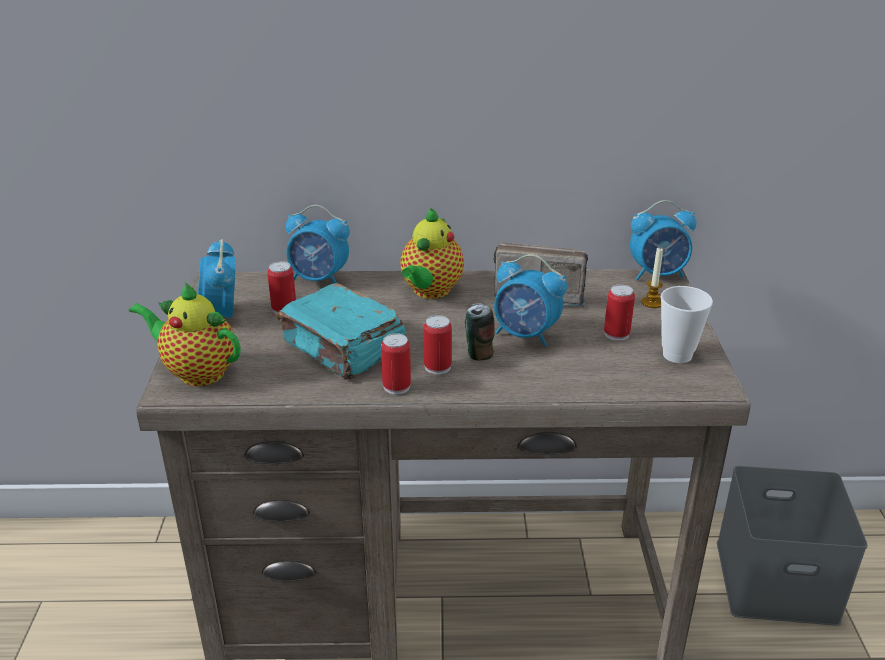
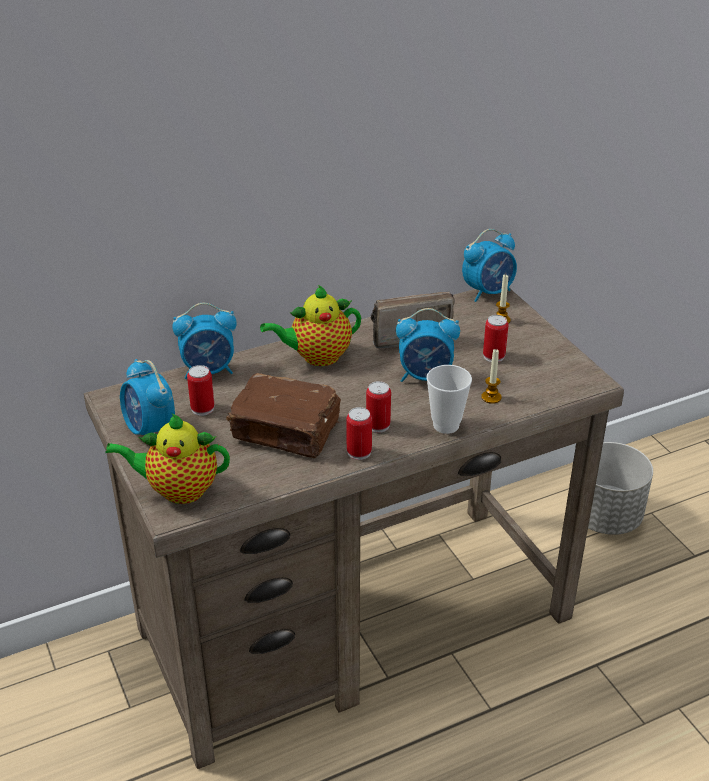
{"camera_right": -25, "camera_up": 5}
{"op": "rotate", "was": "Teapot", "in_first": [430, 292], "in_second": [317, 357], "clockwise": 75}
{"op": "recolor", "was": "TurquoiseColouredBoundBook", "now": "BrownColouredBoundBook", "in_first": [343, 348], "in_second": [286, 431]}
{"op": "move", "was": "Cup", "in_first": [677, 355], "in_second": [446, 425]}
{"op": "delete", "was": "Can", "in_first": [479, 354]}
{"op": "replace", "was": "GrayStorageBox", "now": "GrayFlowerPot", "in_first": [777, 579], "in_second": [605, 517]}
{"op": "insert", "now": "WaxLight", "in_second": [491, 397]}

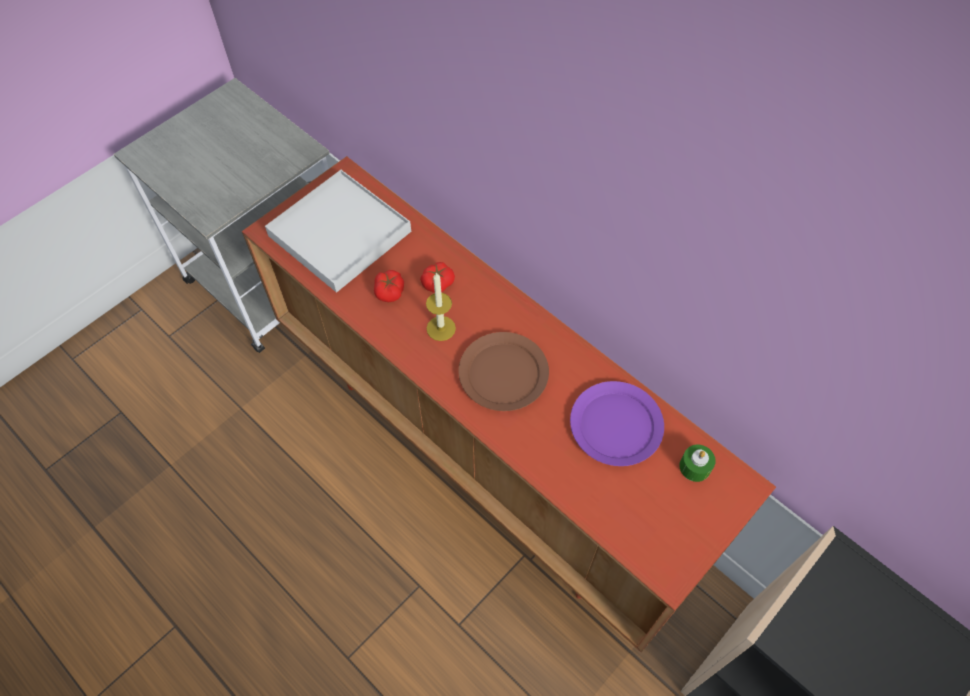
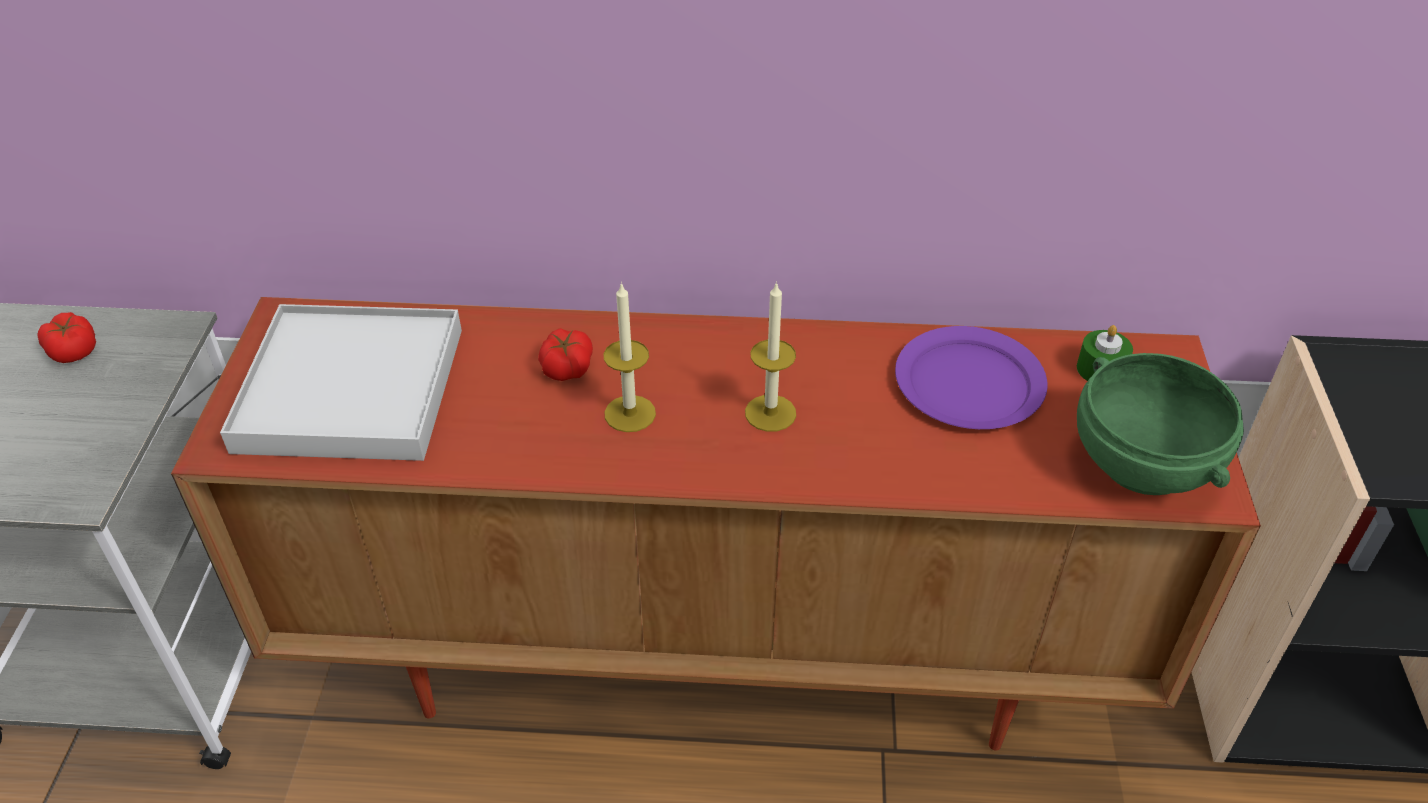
{"camera_right": -40, "camera_up": -15}
{"op": "move", "was": "Tomato", "in_first": [390, 291], "in_second": [73, 349]}
{"op": "replace", "was": "BrownColouredPlate", "now": "WaxLight", "in_first": [503, 373], "in_second": [770, 413]}
{"op": "insert", "now": "GreenDeepDish", "in_second": [1145, 463]}

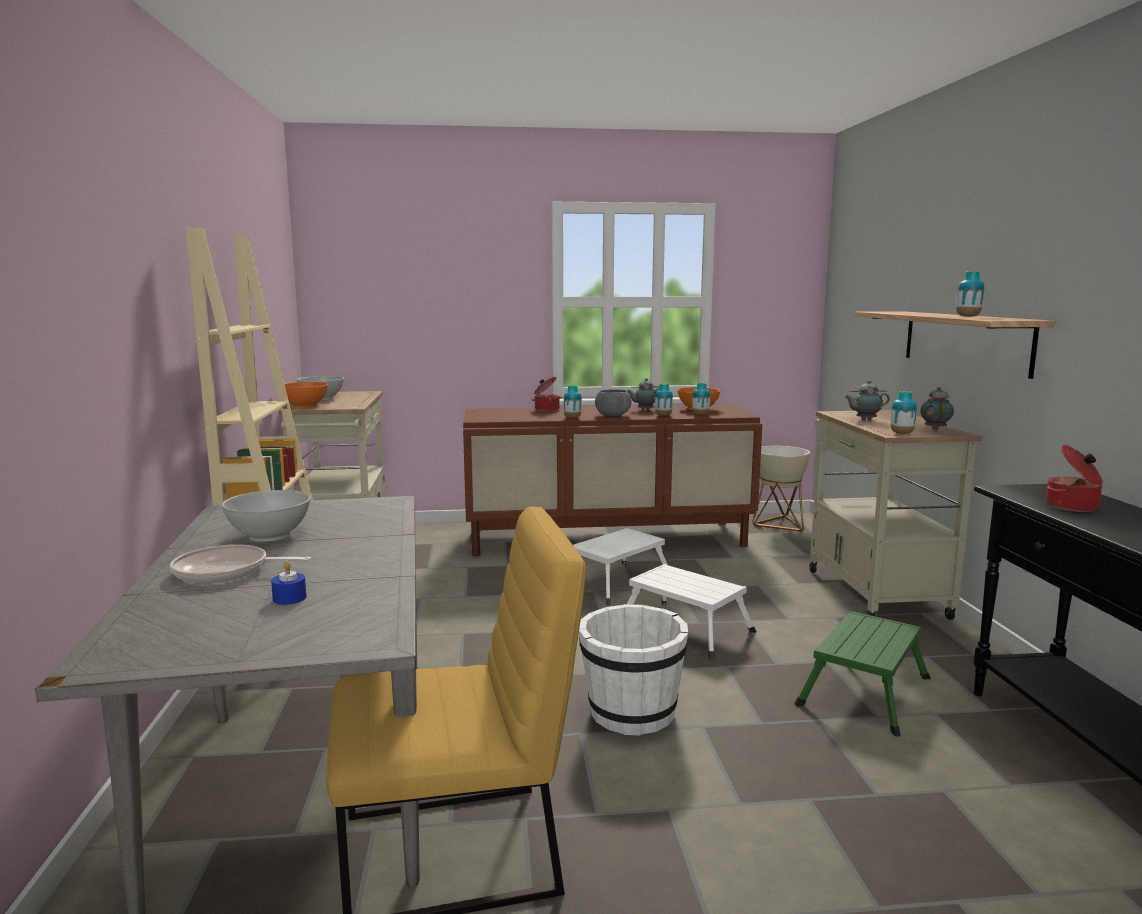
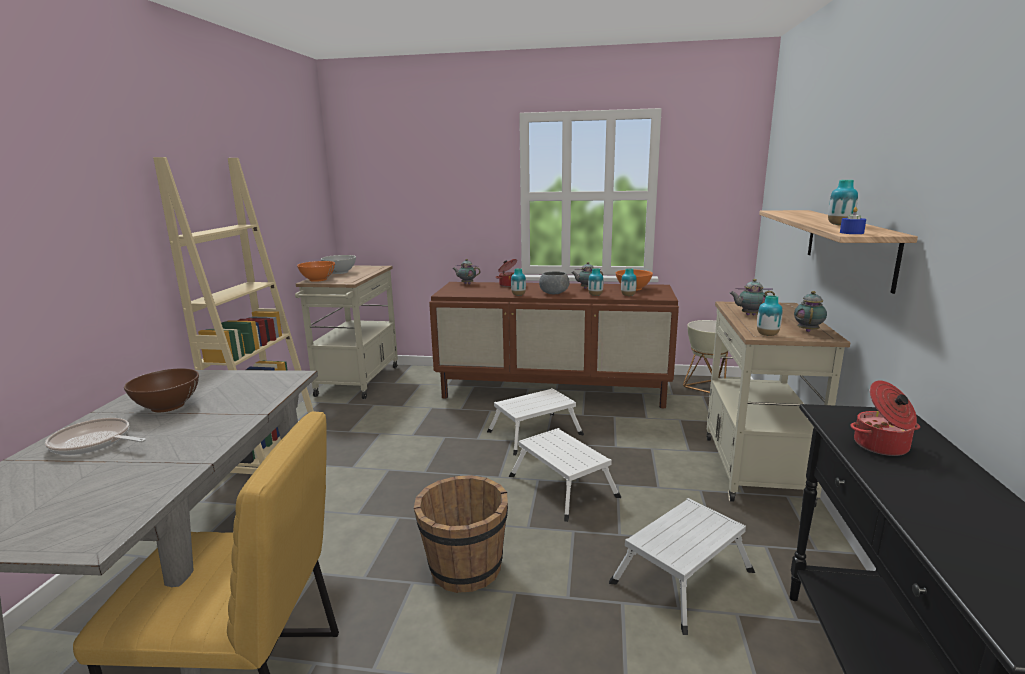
{"camera_right": 15, "camera_up": 5}
{"op": "recolor", "was": "WhiteDeepDish", "now": "BrownColouredDeepDish", "in_first": [269, 536], "in_second": [167, 406]}
{"op": "move", "was": "BlueColouredWaxLight", "in_first": [289, 598], "in_second": [851, 233]}
{"op": "recolor", "was": "WhiteBucket", "now": "BrownColouredBucket", "in_first": [631, 714], "in_second": [464, 569]}
{"op": "recolor", "was": "GreenStepLadder", "now": "WhiteStepLadder", "in_first": [864, 691], "in_second": [682, 577]}
{"op": "insert", "now": "Teapot", "in_second": [466, 283]}

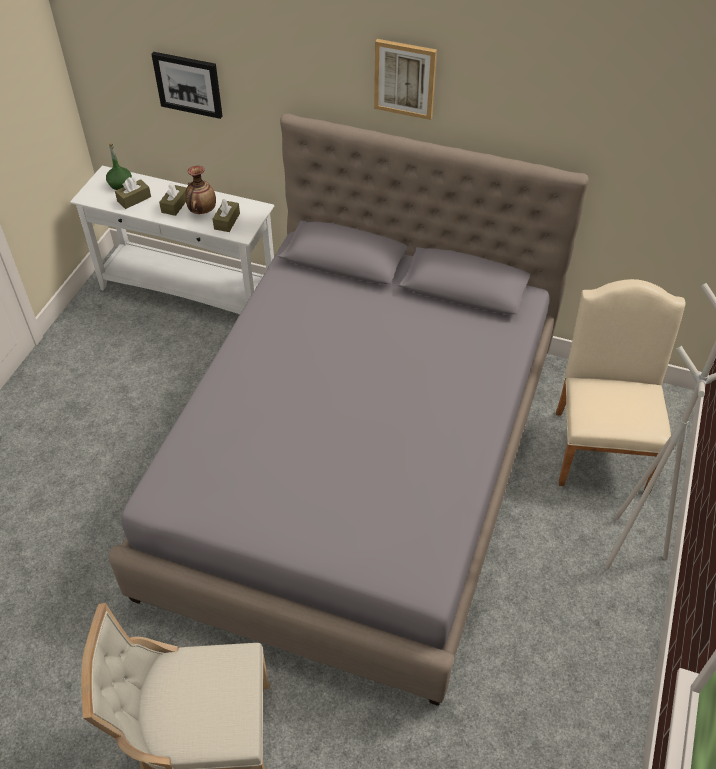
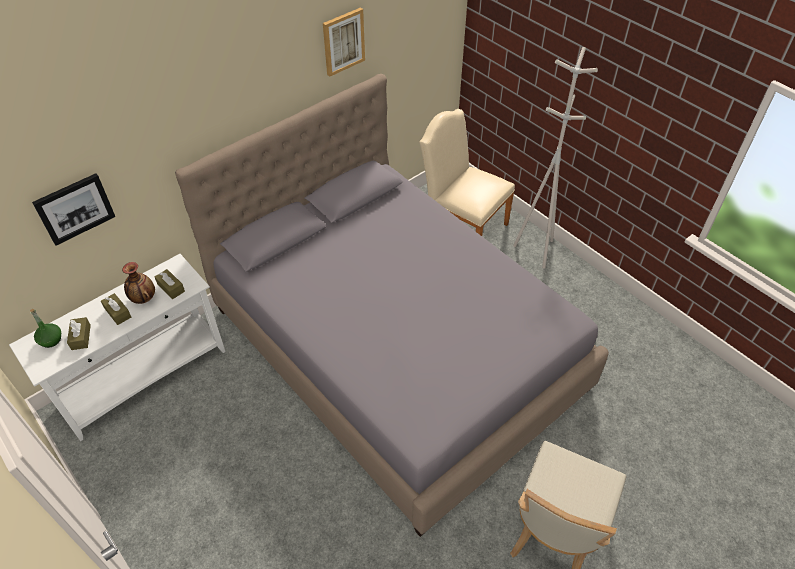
{"camera_right": -60, "camera_up": 0}
{"op": "move", "was": "WallPicture", "in_first": [405, 78], "in_second": [343, 41]}

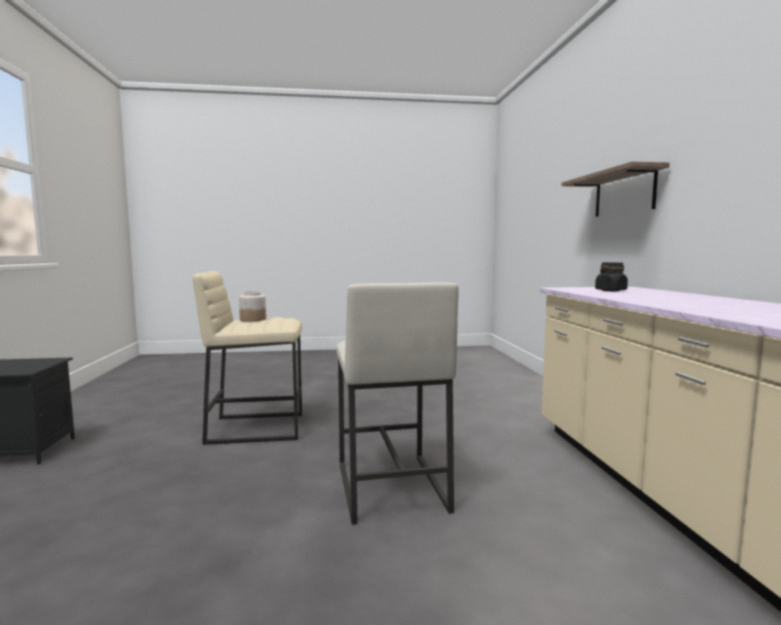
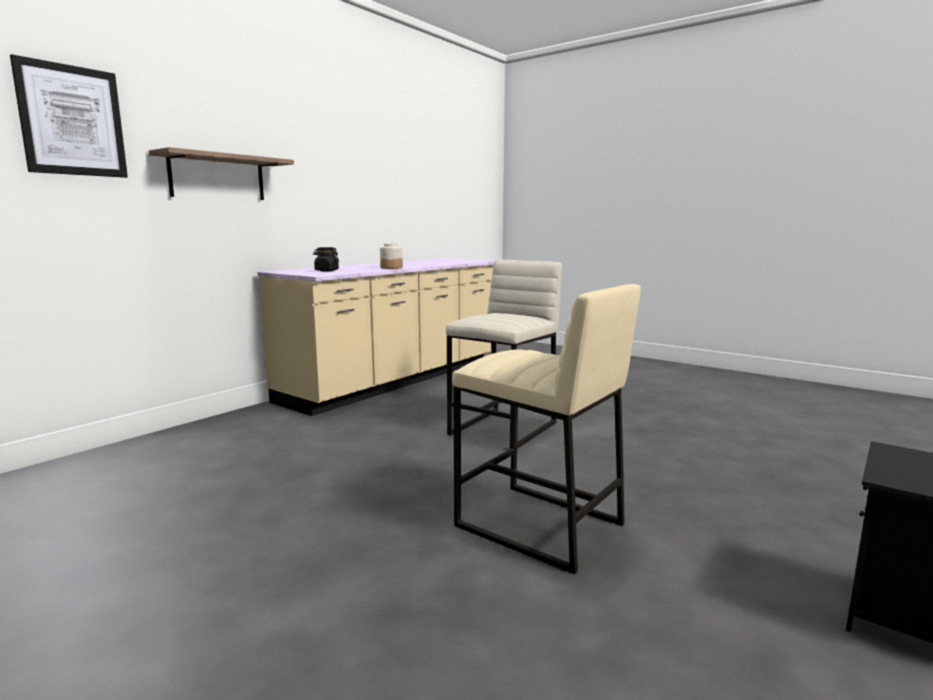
{"camera_right": -135, "camera_up": 5}
{"op": "move", "was": "Jar", "in_first": [252, 319], "in_second": [391, 268]}
{"op": "insert", "now": "WallPicture", "in_second": [72, 121]}

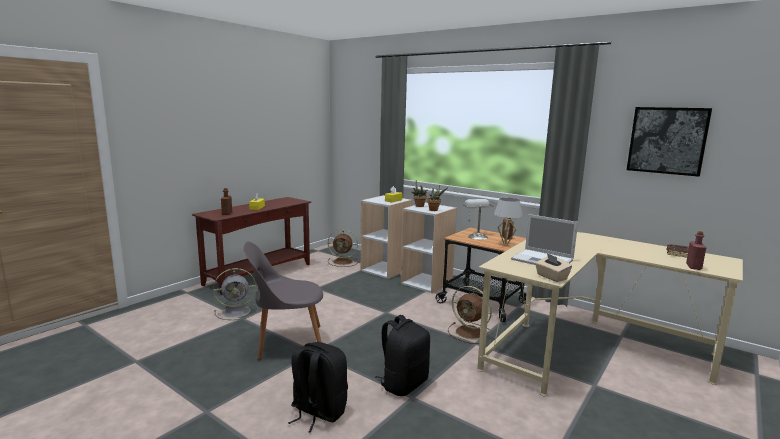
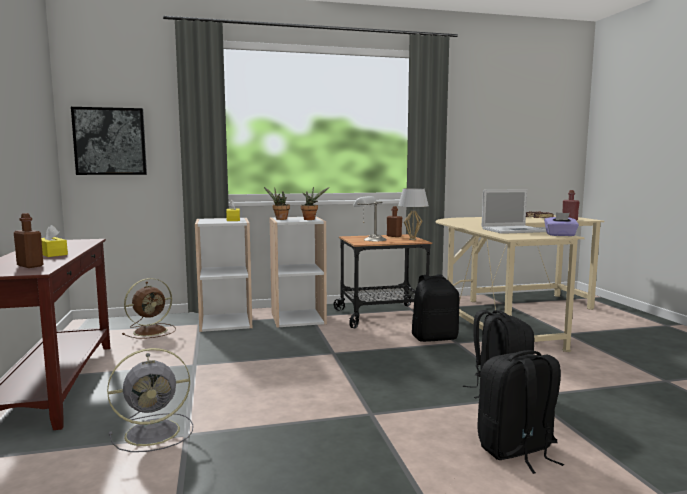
{"camera_right": -50, "camera_up": -5}
{"op": "move", "was": "WallPicture", "in_first": [667, 140], "in_second": [110, 141]}
{"op": "delete", "was": "GrayChair", "in_first": [287, 342]}
{"op": "recolor", "was": "BeigeColouredBoxOfTissues", "now": "PurpleBoxOfTissues", "in_first": [551, 277], "in_second": [560, 235]}
{"op": "rotate", "was": "GrayFan", "in_first": [237, 311], "in_second": [155, 432], "clockwise": 45}
{"op": "replace", "was": "BrownColouredFan", "now": "BlackColouredRucksack", "in_first": [470, 333], "in_second": [434, 338]}

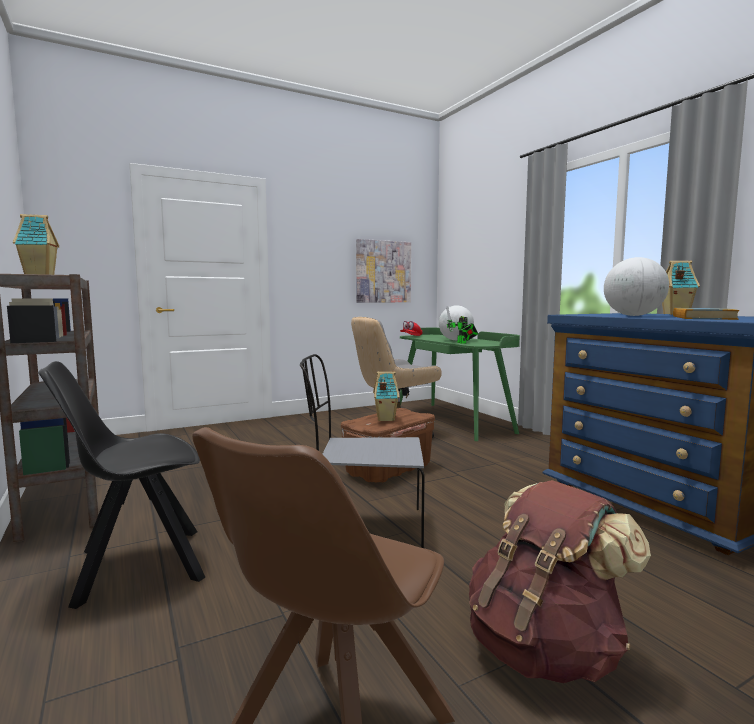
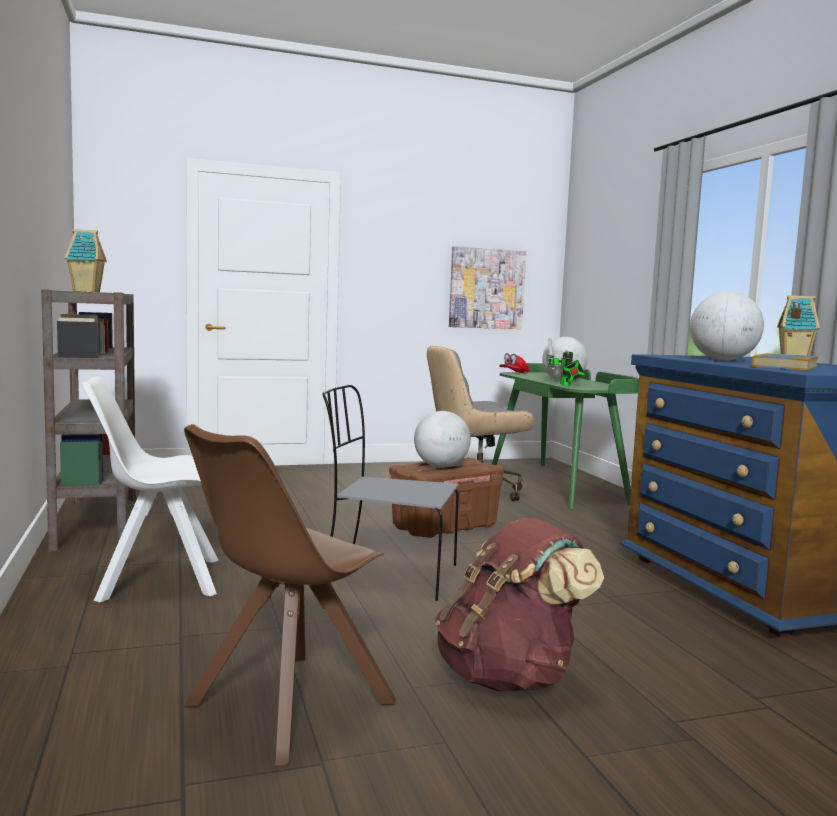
{"camera_right": 10, "camera_up": 0}
{"op": "recolor", "was": "BlackColouredChair", "now": "WhiteChair", "in_first": [136, 566], "in_second": [156, 580]}
{"op": "replace", "was": "ModelHouse", "now": "DeskGlobe", "in_first": [385, 419], "in_second": [441, 466]}

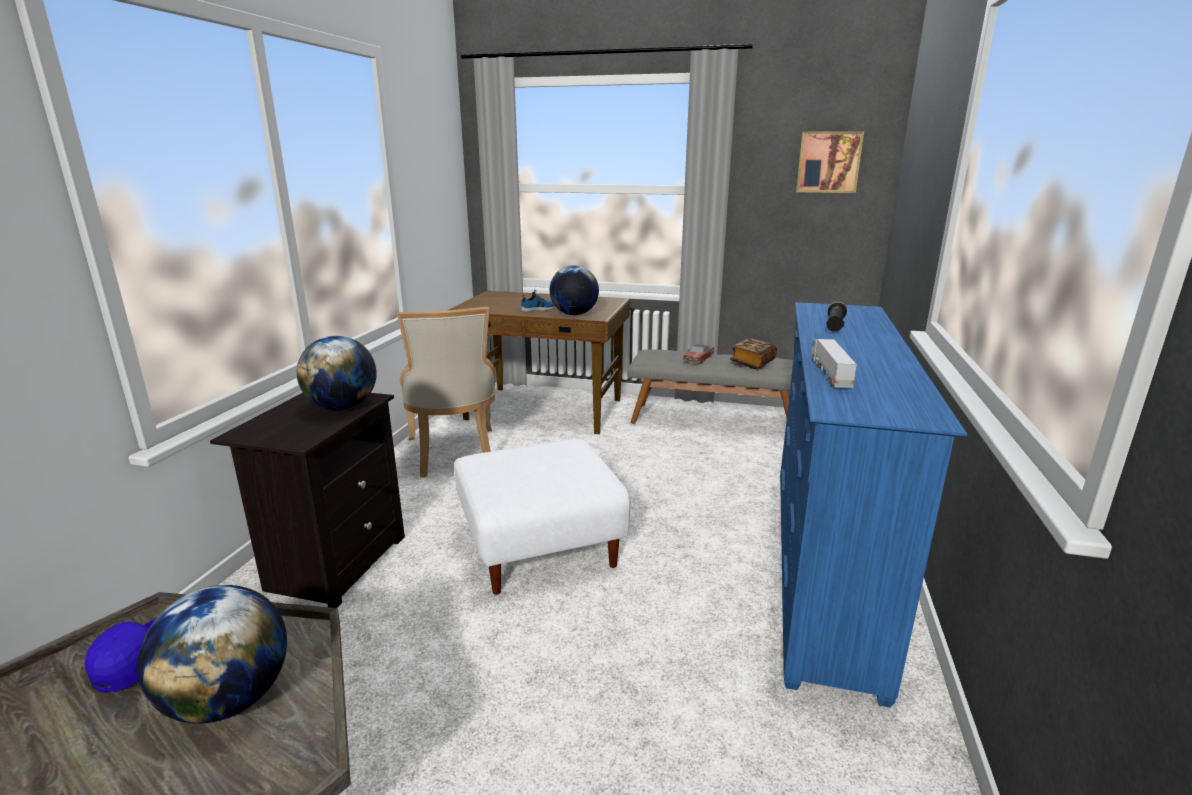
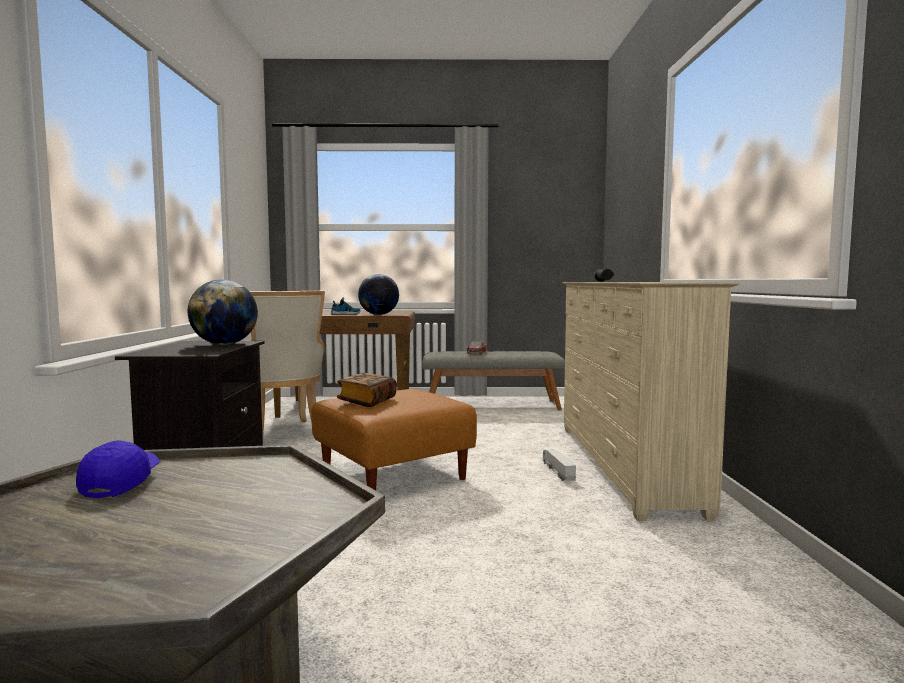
{"camera_right": -15, "camera_up": -15}
{"op": "delete", "was": "WallPicture", "in_first": [828, 162]}
{"op": "recolor", "was": "BlueColouredDresser", "now": "BeigeColouredDresser", "in_first": [823, 568], "in_second": [624, 465]}
{"op": "move", "was": "BoundBook", "in_first": [752, 363], "in_second": [367, 401]}
{"op": "move", "was": "ToyTruck", "in_first": [829, 373], "in_second": [558, 472]}
{"op": "recolor", "was": "WhiteOttoman", "now": "BrownColouredOttoman", "in_first": [541, 546], "in_second": [393, 475]}
{"op": "delete", "was": "DeskGlobe", "in_first": [229, 700]}

